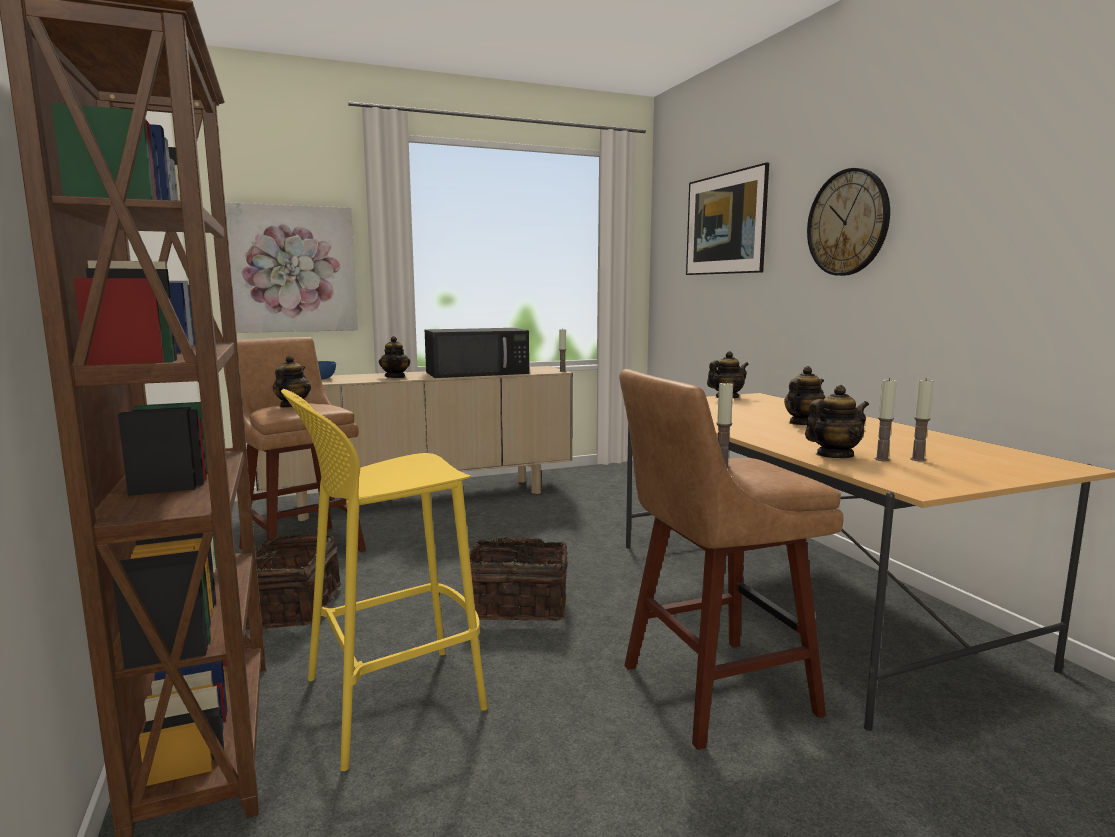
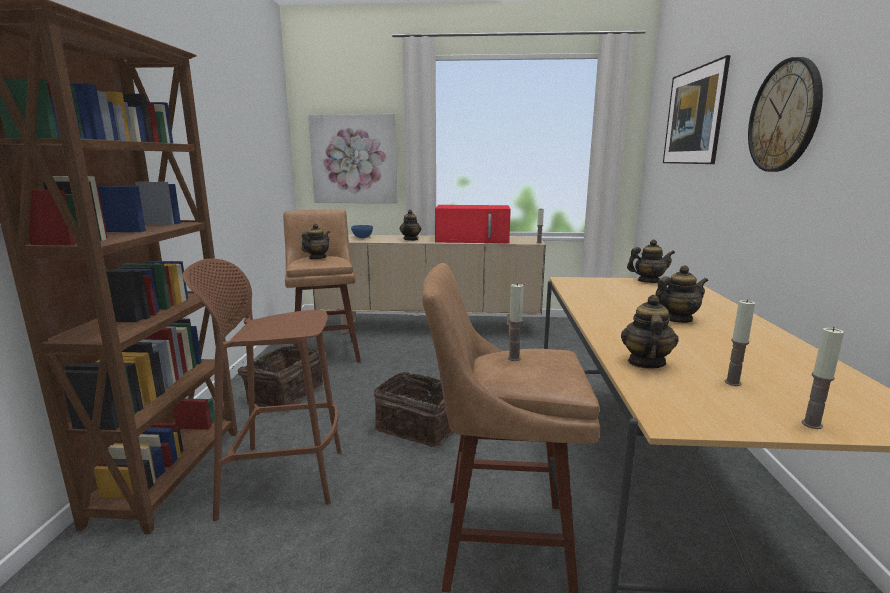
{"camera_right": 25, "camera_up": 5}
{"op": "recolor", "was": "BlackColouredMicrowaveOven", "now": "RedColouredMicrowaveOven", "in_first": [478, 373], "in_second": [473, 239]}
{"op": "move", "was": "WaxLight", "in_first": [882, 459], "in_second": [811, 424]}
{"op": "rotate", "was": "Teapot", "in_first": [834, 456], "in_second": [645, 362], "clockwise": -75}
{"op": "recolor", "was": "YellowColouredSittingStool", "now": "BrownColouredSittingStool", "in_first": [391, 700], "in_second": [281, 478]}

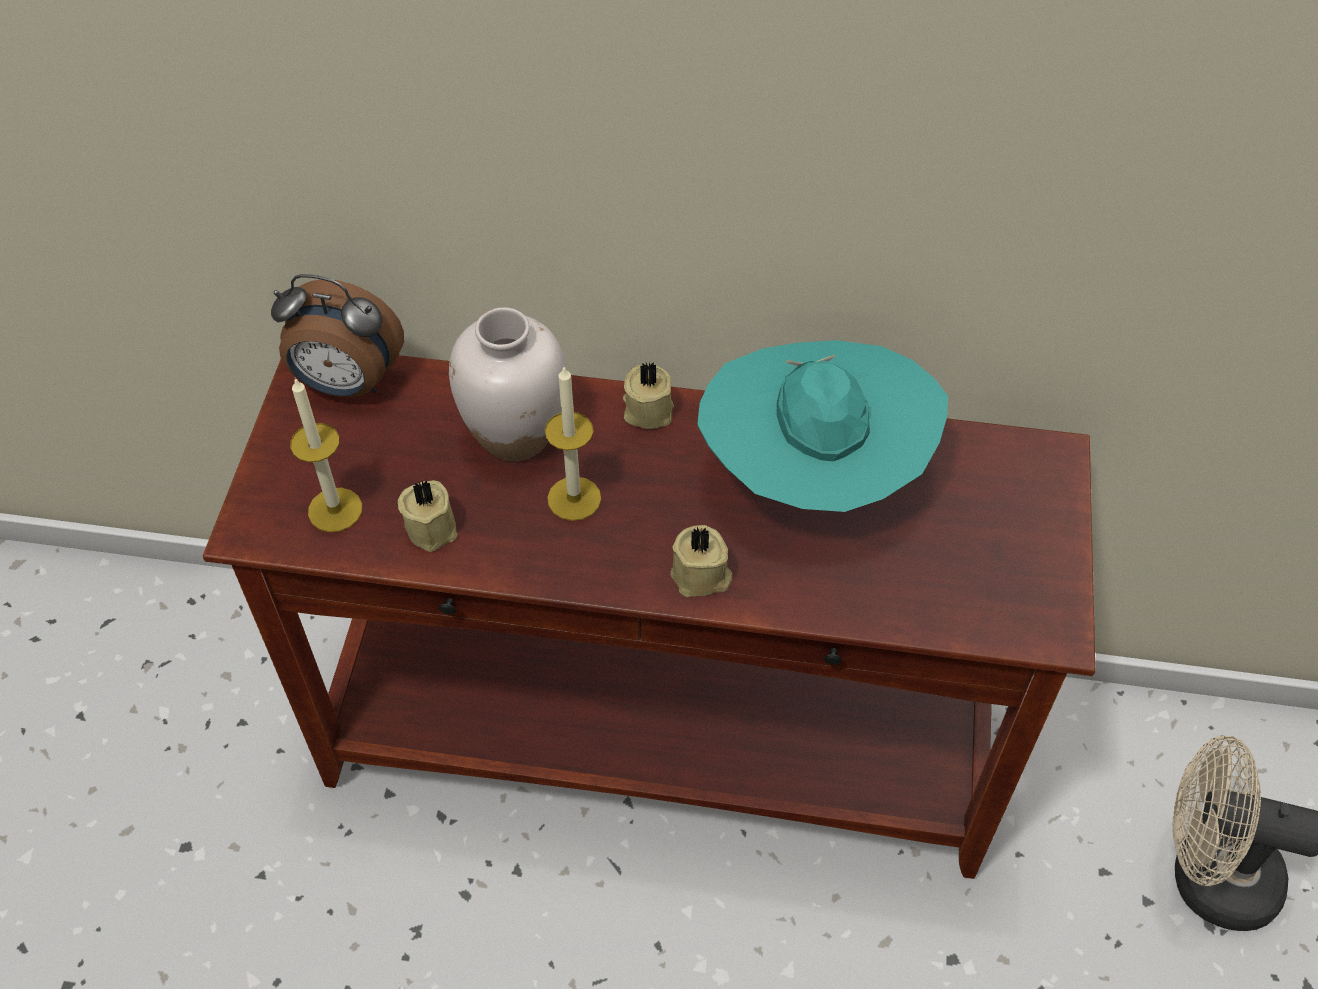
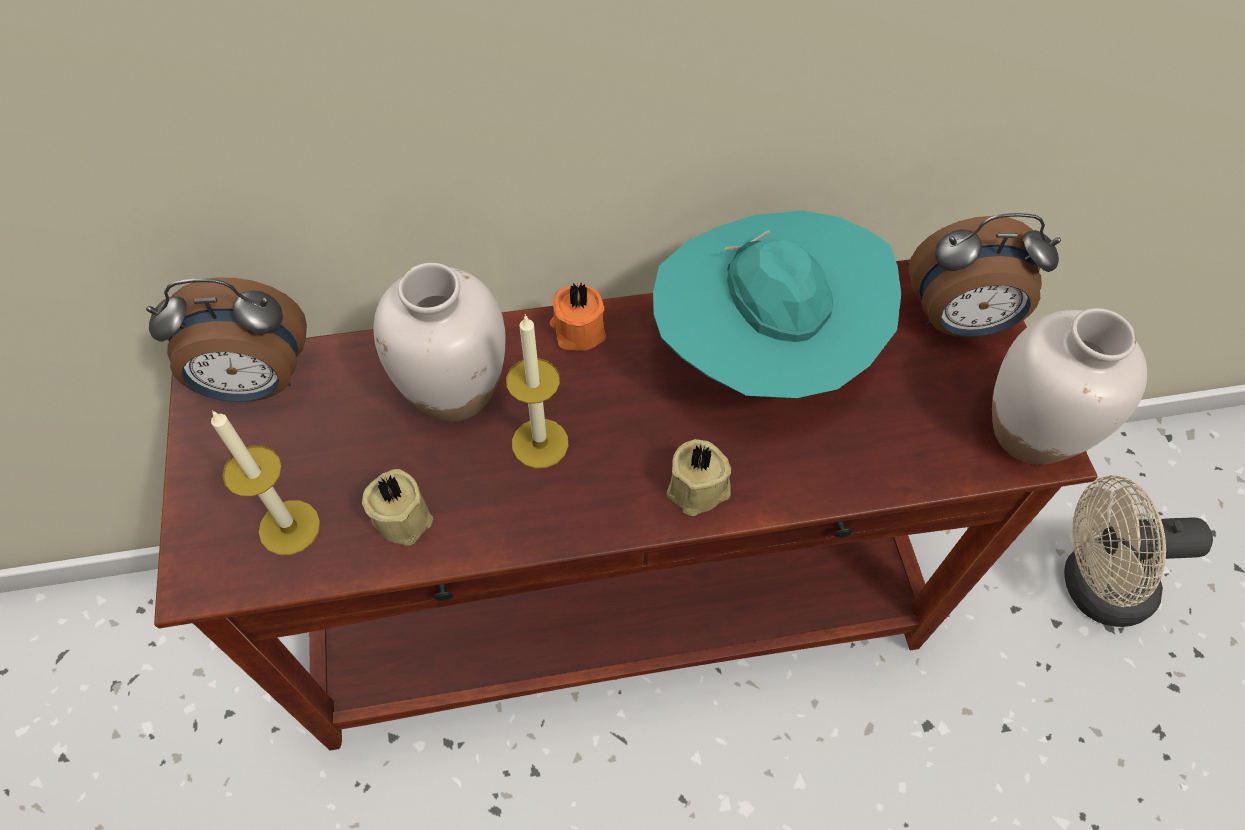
{"camera_right": -20, "camera_up": 5}
{"op": "recolor", "was": "BeigeColouredWaxLight", "now": "OrangeColouredWaxLight", "in_first": [647, 409], "in_second": [577, 330]}
{"op": "insert", "now": "BedsideClock", "in_second": [958, 322]}
{"op": "insert", "now": "WhiteDecorativeVase", "in_second": [1029, 432]}

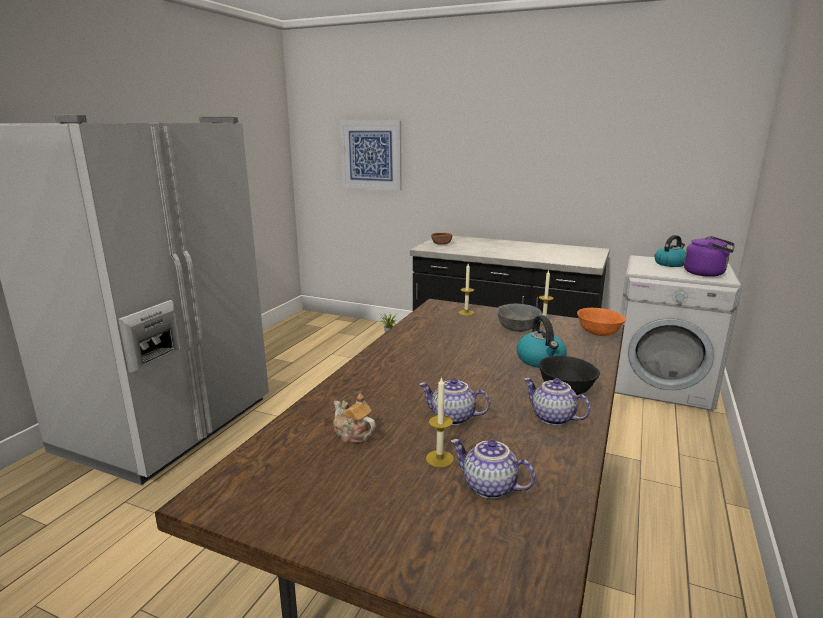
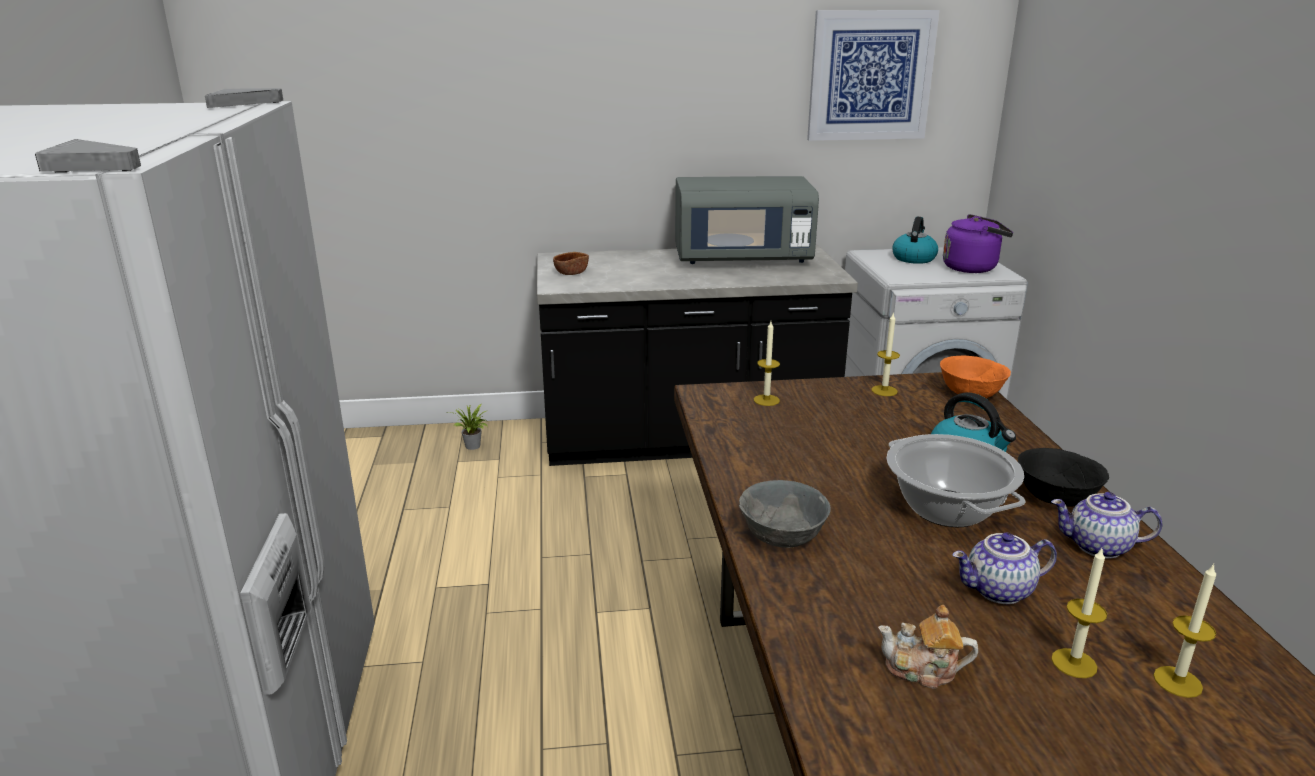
{"camera_right": -30, "camera_up": 5}
{"op": "move", "was": "WallPicture", "in_first": [371, 155], "in_second": [870, 76]}
{"op": "move", "was": "GrayDeepDish", "in_first": [517, 329], "in_second": [783, 537]}
{"op": "replace", "was": "Teapot", "now": "WaxLight", "in_first": [488, 487], "in_second": [1177, 681]}
{"op": "insert", "now": "GrayMicrowaveOven", "in_second": [742, 259]}
{"op": "insert", "now": "CookingPot", "in_second": [946, 508]}

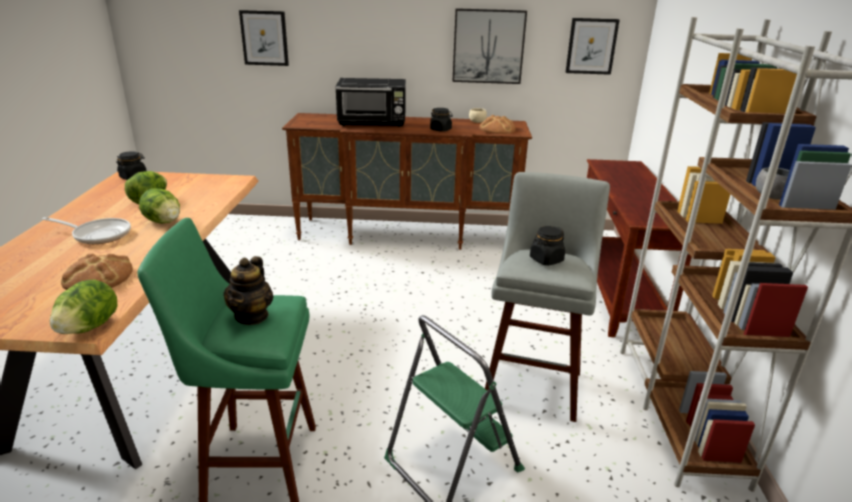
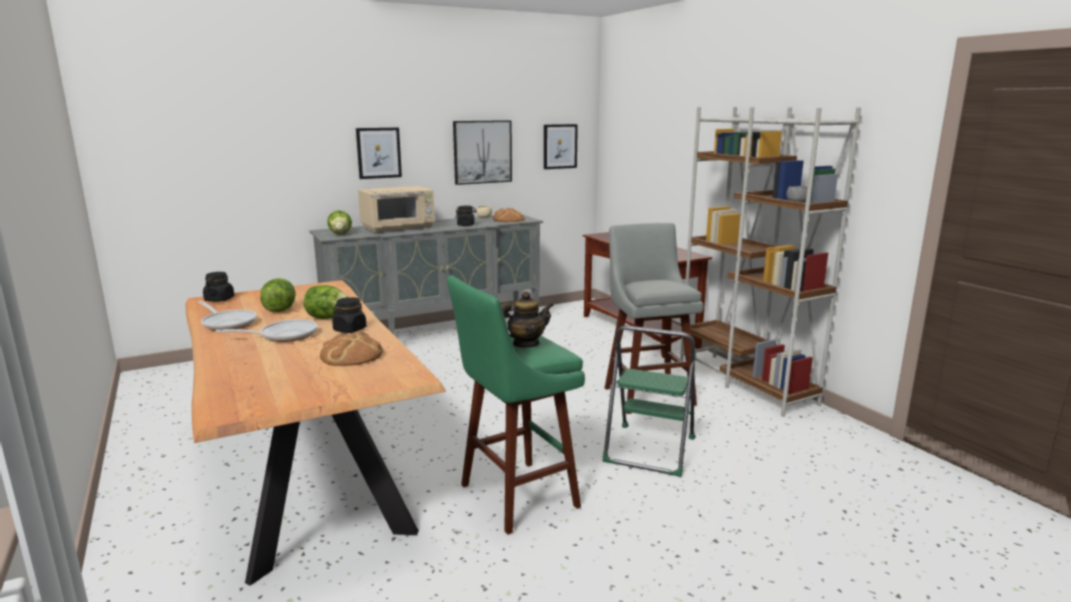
{"camera_right": -30, "camera_up": -10}
{"op": "move", "was": "WallPicture", "in_first": [264, 38], "in_second": [379, 153]}
{"op": "recolor", "was": "BlackColouredMicrowaveOven", "now": "BeigeColouredMicrowaveOven", "in_first": [373, 123], "in_second": [399, 228]}
{"op": "recolor", "was": "BrownColouredCupboard", "now": "GrayCupboard", "in_first": [407, 234], "in_second": [436, 333]}
{"op": "move", "was": "BlackColouredJar", "in_first": [546, 260], "in_second": [349, 330]}
{"op": "rotate", "was": "Teapot", "in_first": [252, 316], "in_second": [525, 344], "clockwise": -90}
{"op": "move", "was": "HeadOfLettuce", "in_first": [89, 327], "in_second": [340, 234]}
{"op": "insert", "now": "FryingPan", "in_second": [228, 323]}

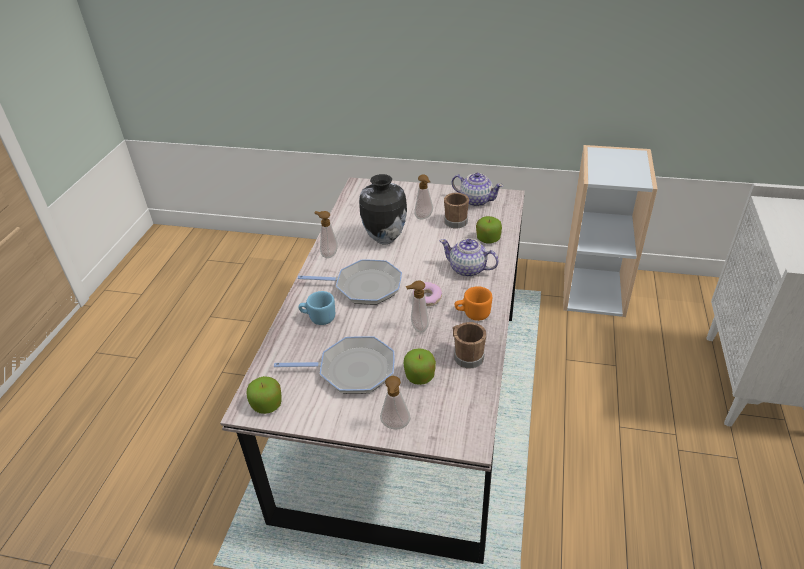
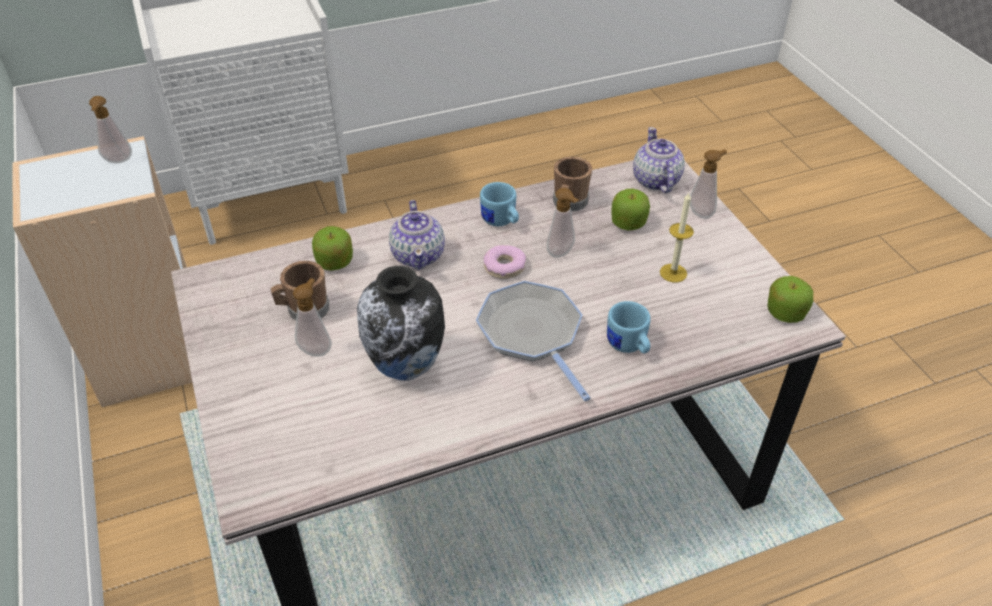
{"camera_right": -125, "camera_up": 5}
{"op": "move", "was": "Teapot", "in_first": [476, 200], "in_second": [655, 181]}
{"op": "move", "was": "LiquidSoapBottle", "in_first": [328, 254], "in_second": [118, 161]}
{"op": "recolor", "was": "OrangeColouredTeaMug", "now": "BlueColouredTeaMug", "in_first": [472, 314], "in_second": [501, 222]}
{"op": "replace", "was": "FryingPan", "now": "WaxLight", "in_first": [352, 370], "in_second": [673, 273]}

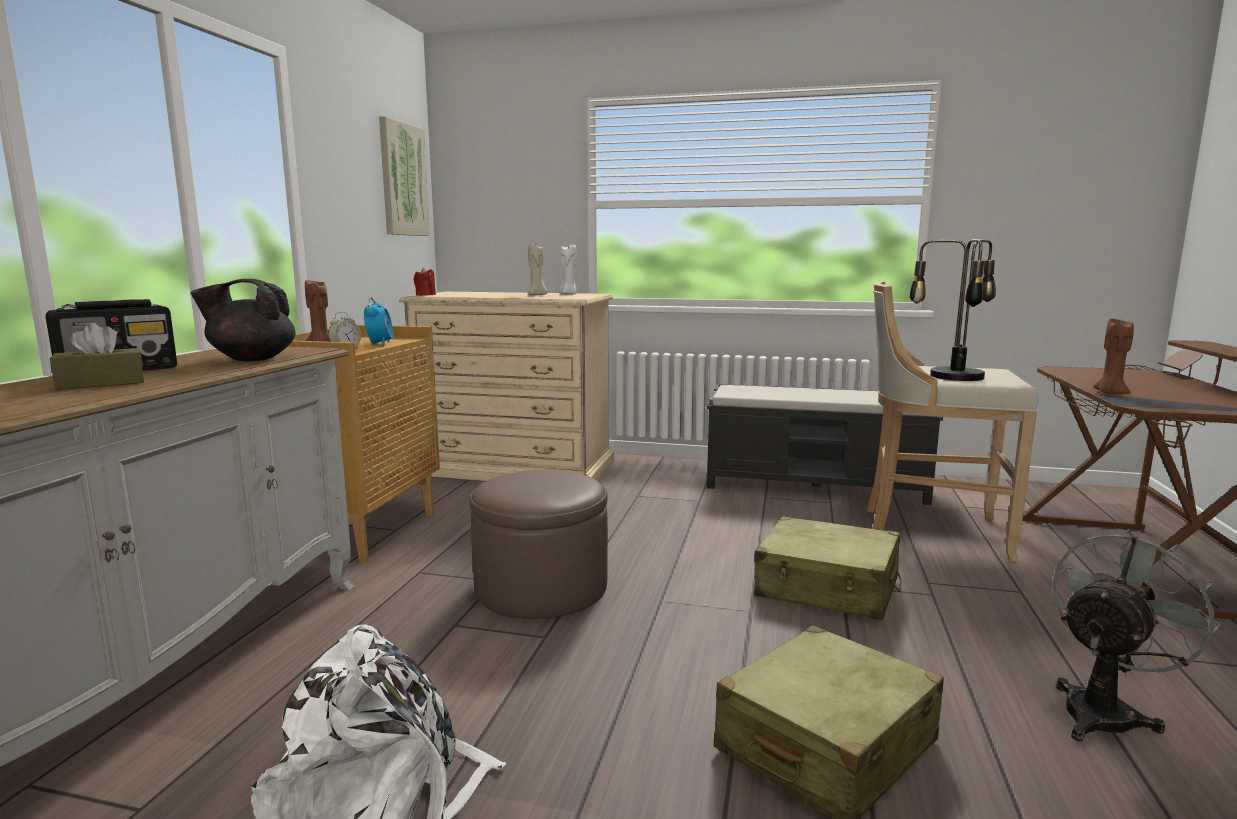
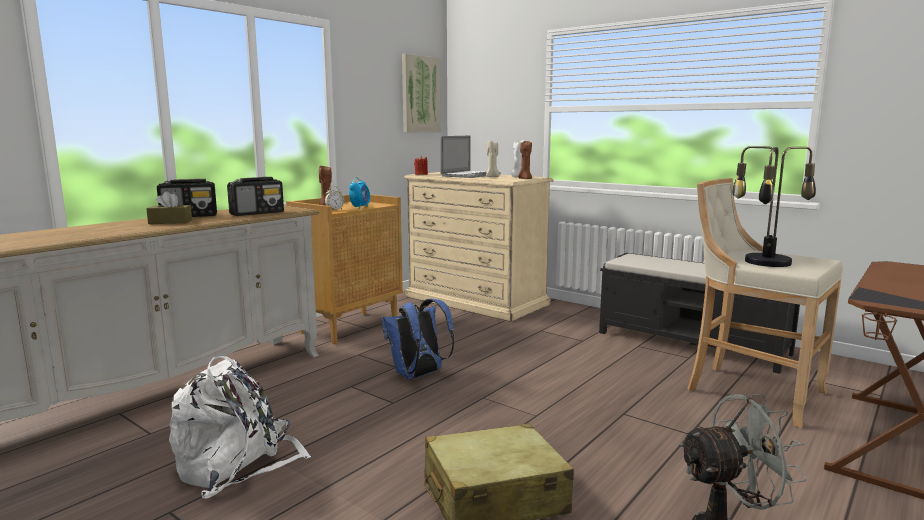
{"camera_right": 25, "camera_up": 0}
{"op": "replace", "was": "BlackColouredTeapot", "now": "RadioReceiver", "in_first": [251, 359], "in_second": [257, 213]}
{"op": "move", "was": "BrownColouredWaxLight", "in_first": [1109, 393], "in_second": [524, 178]}
{"op": "replace", "was": "BrownColouredOttoman", "now": "BlueColouredRucksack", "in_first": [541, 587], "in_second": [418, 375]}
{"op": "delete", "was": "BeigeColouredPieceOfLuggage", "in_first": [827, 588]}
{"op": "insert", "now": "NotebookComputer", "in_second": [470, 175]}

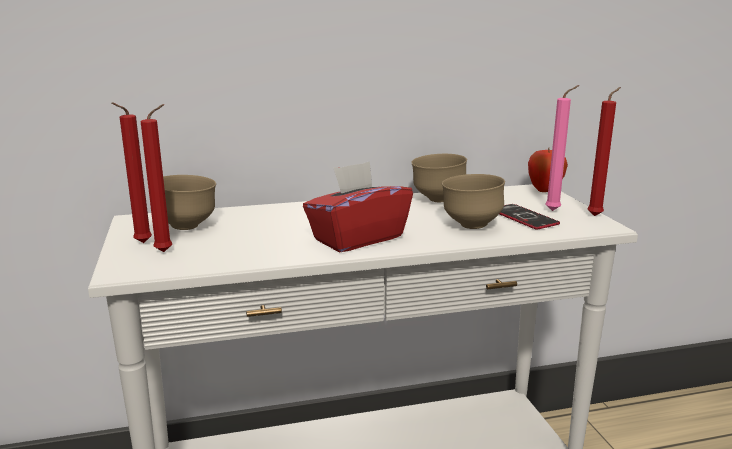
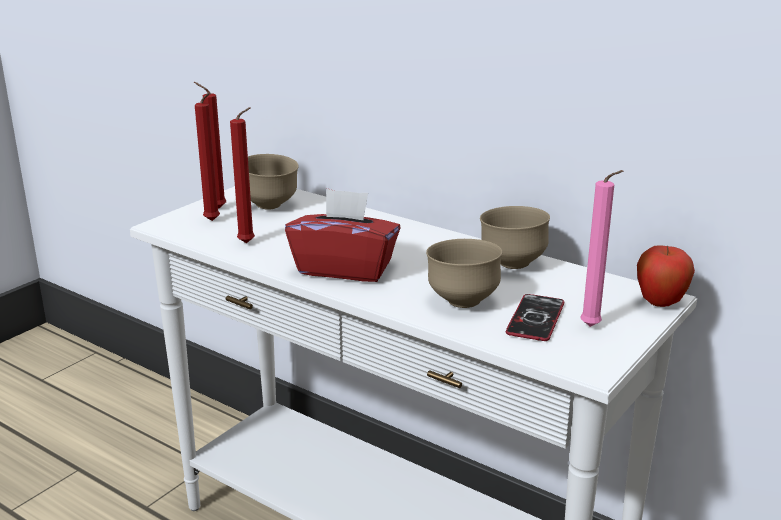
{"camera_right": 50, "camera_up": 5}
{"op": "move", "was": "RedColouredWaxLight", "in_first": [596, 215], "in_second": [249, 243]}

